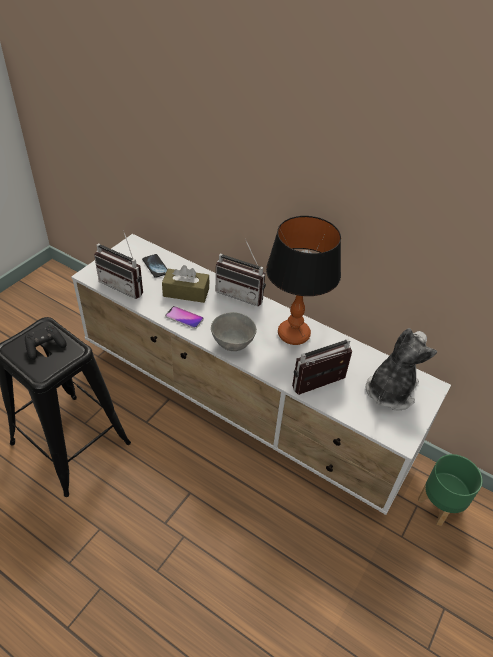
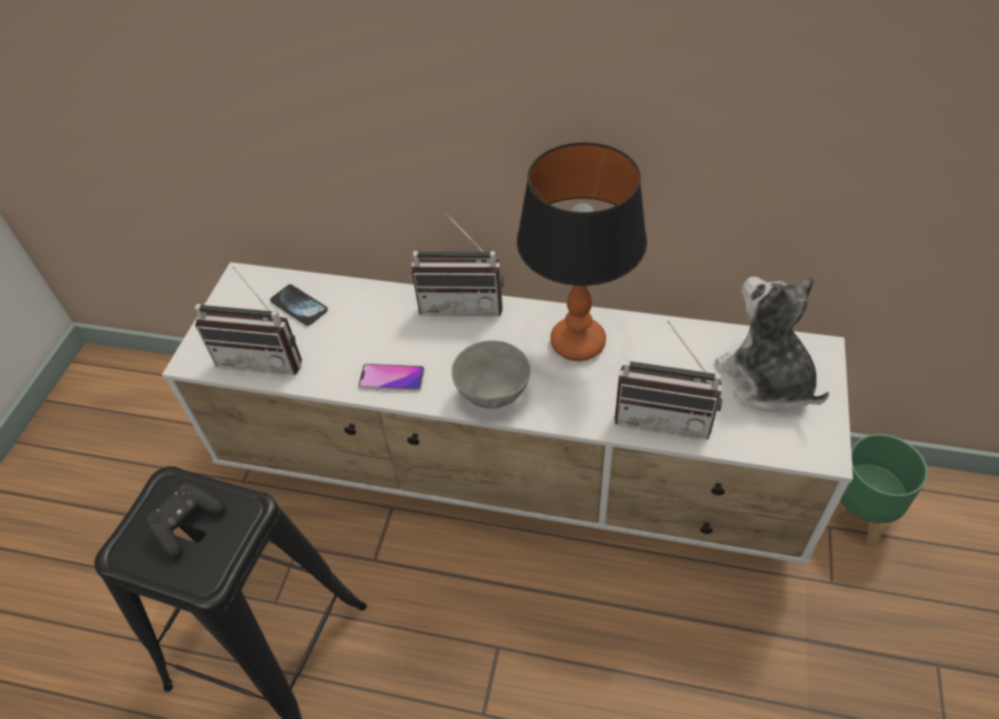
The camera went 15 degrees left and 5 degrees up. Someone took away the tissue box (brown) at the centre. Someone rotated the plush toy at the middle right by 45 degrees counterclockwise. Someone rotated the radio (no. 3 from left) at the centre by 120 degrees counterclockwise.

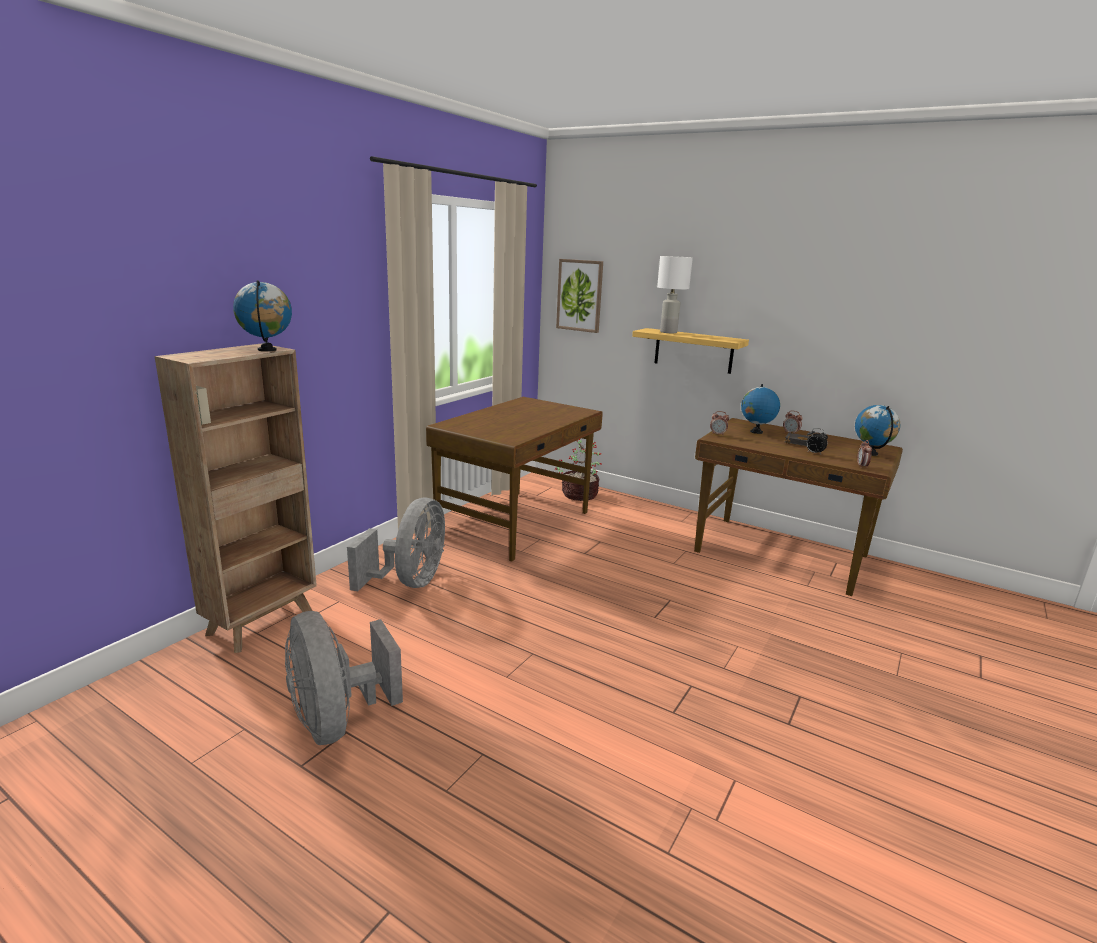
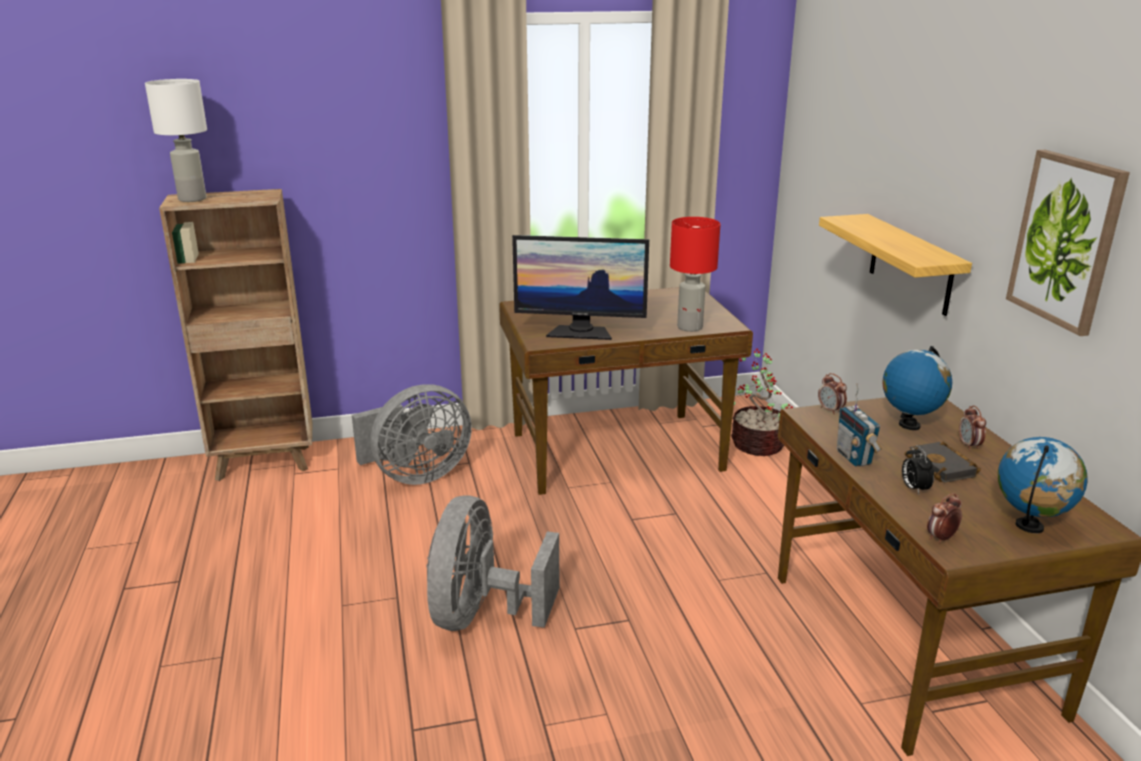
The camera went 45 degrees right and 5 degrees up. Someone carried the table lamp (white) from the top centre to the top left. Someone carried the picture from the top centre to the top right. Someone took away the globe (no. 1 from left) at the middle left. Someone carried the fan (grey) (no. 1 from left in the first image) from the bottom left to the bottom centre. Someone put down the table lamp (red) at the centre. Someone put down the monitor at the centre. Someone put down the radio at the middle right.

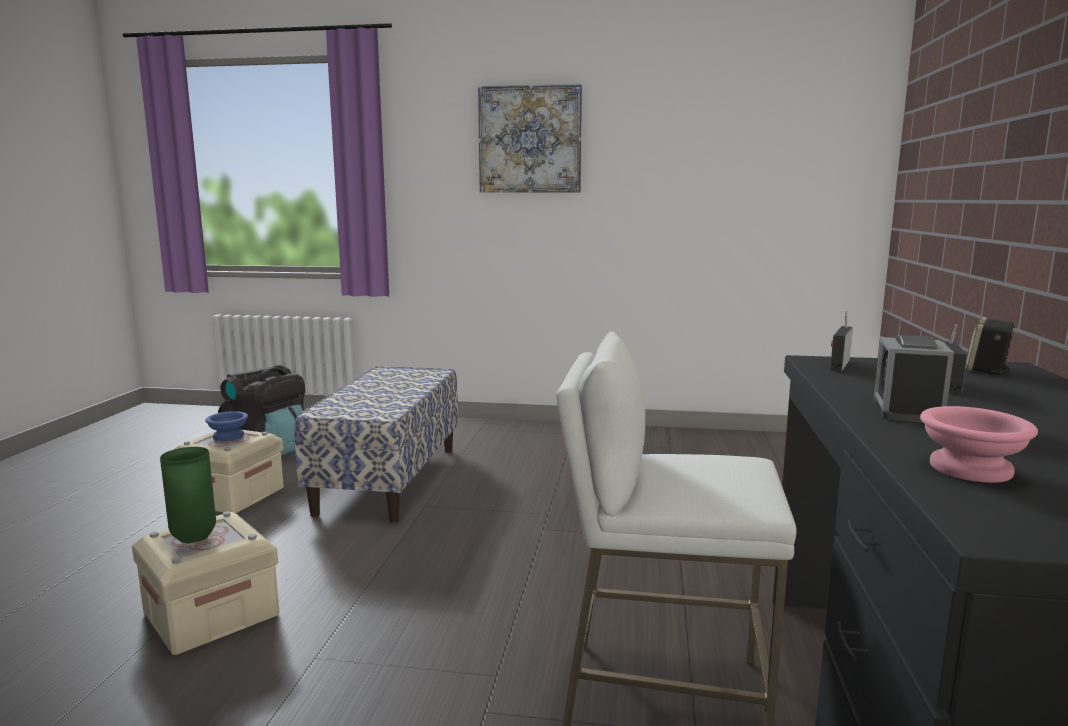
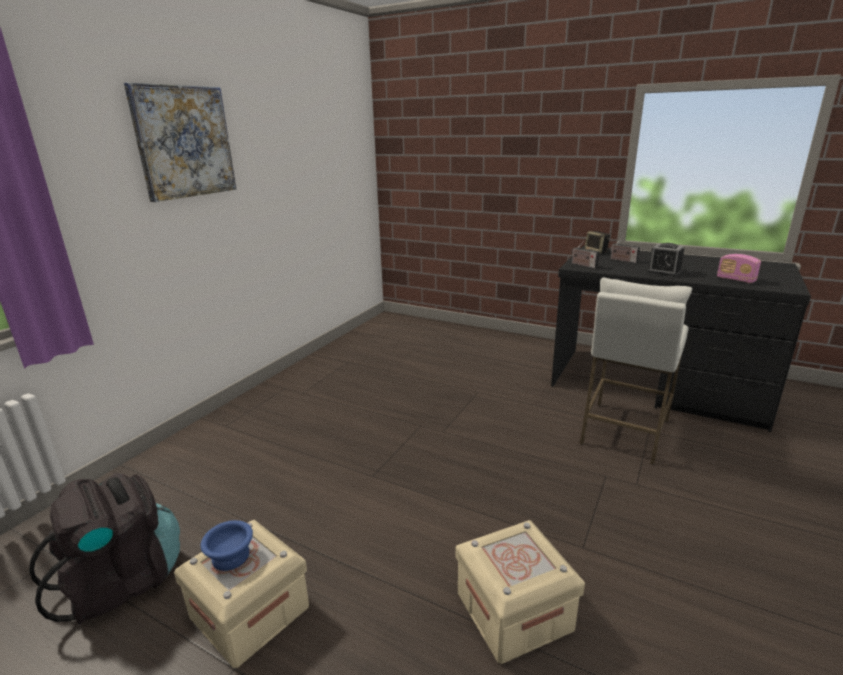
The camera went 70 degrees left and 10 degrees up. Someone took away the bench at the centre. Someone swapped the bowl (pink) at the middle right for the radio (no. 3 from left) at the middle right. Someone took away the vase (green) at the bottom left.

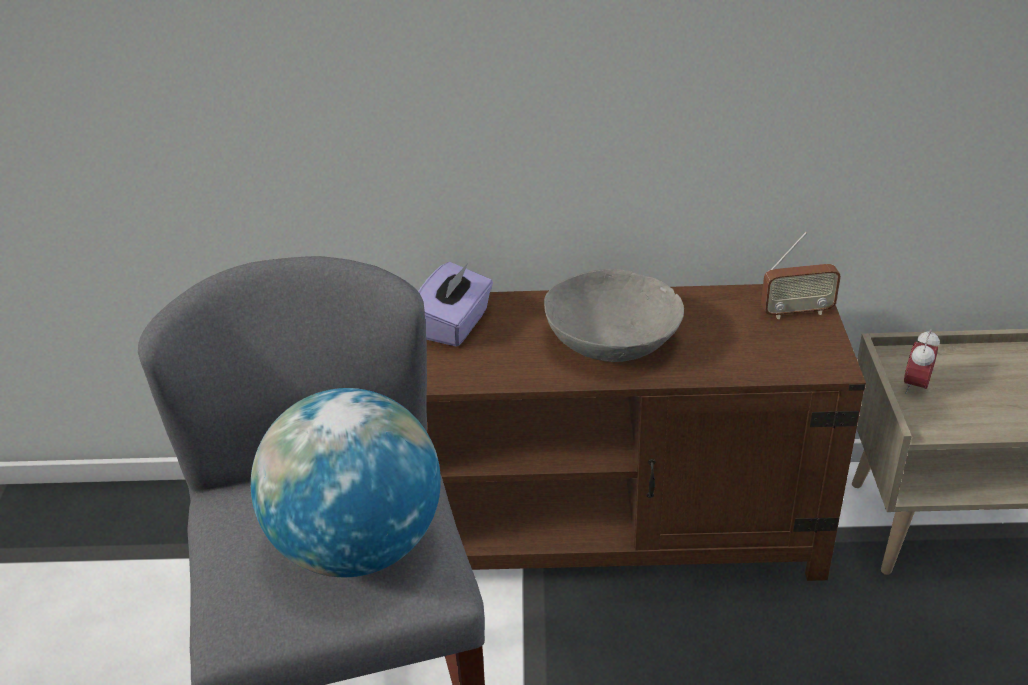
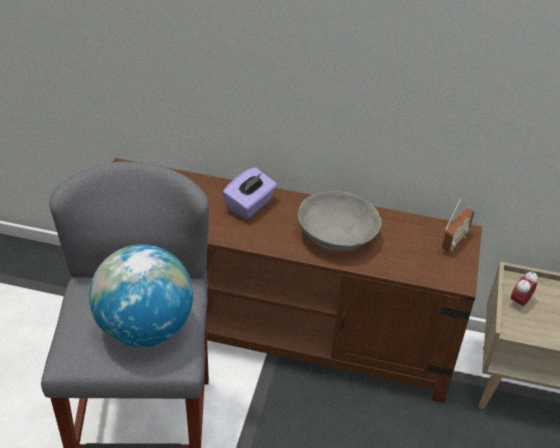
The camera went 10 degrees right and 5 degrees up. Someone rotated the radio at the middle right by 60 degrees counterclockwise.

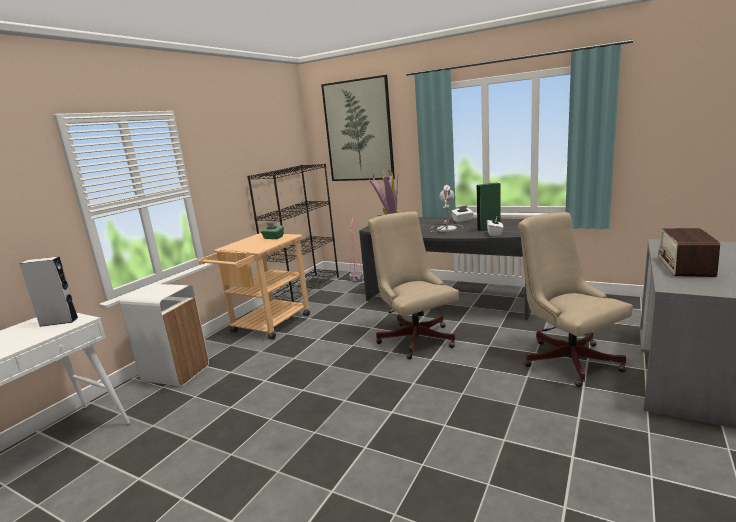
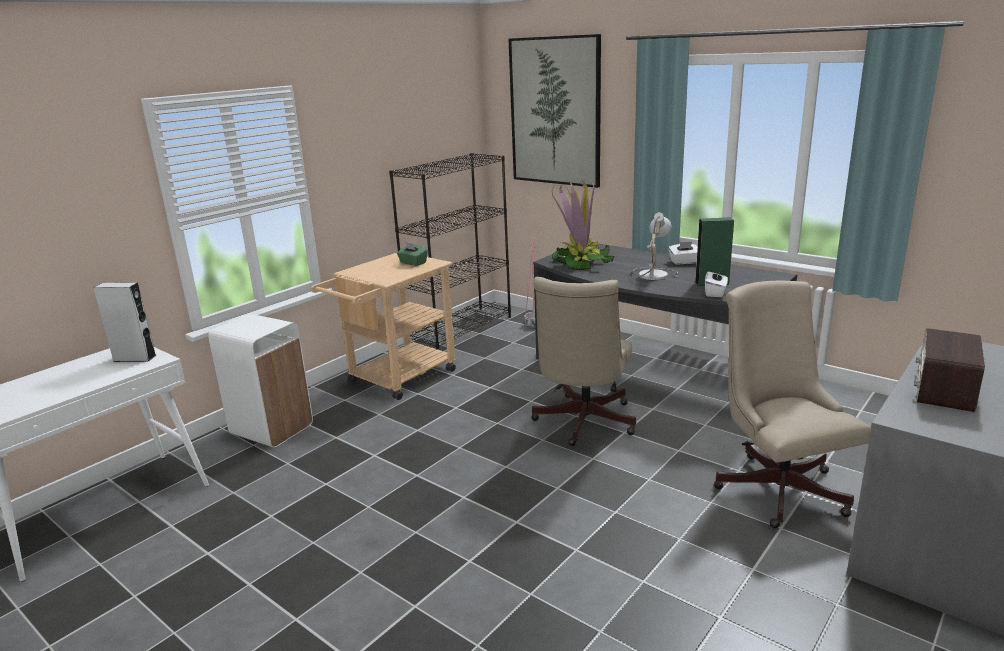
The camera went 10 degrees right and 5 degrees up. Someone rotated the office chair (beige) (no. 1 from left) at the centre by 150 degrees counterclockwise.

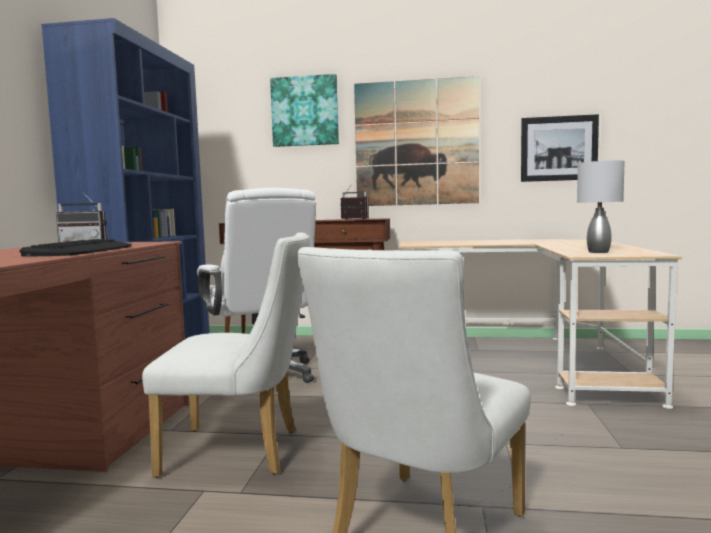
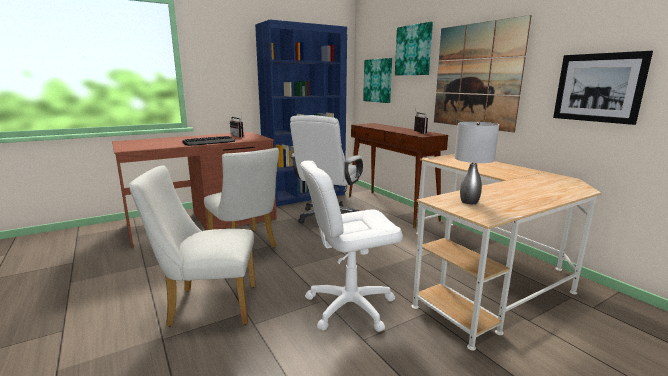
The camera went 50 degrees right and 10 degrees up. Someone put up the picture (no. 1 from left) at the top centre. Someone put down the office chair (white) (no. 2 from left) at the centre.

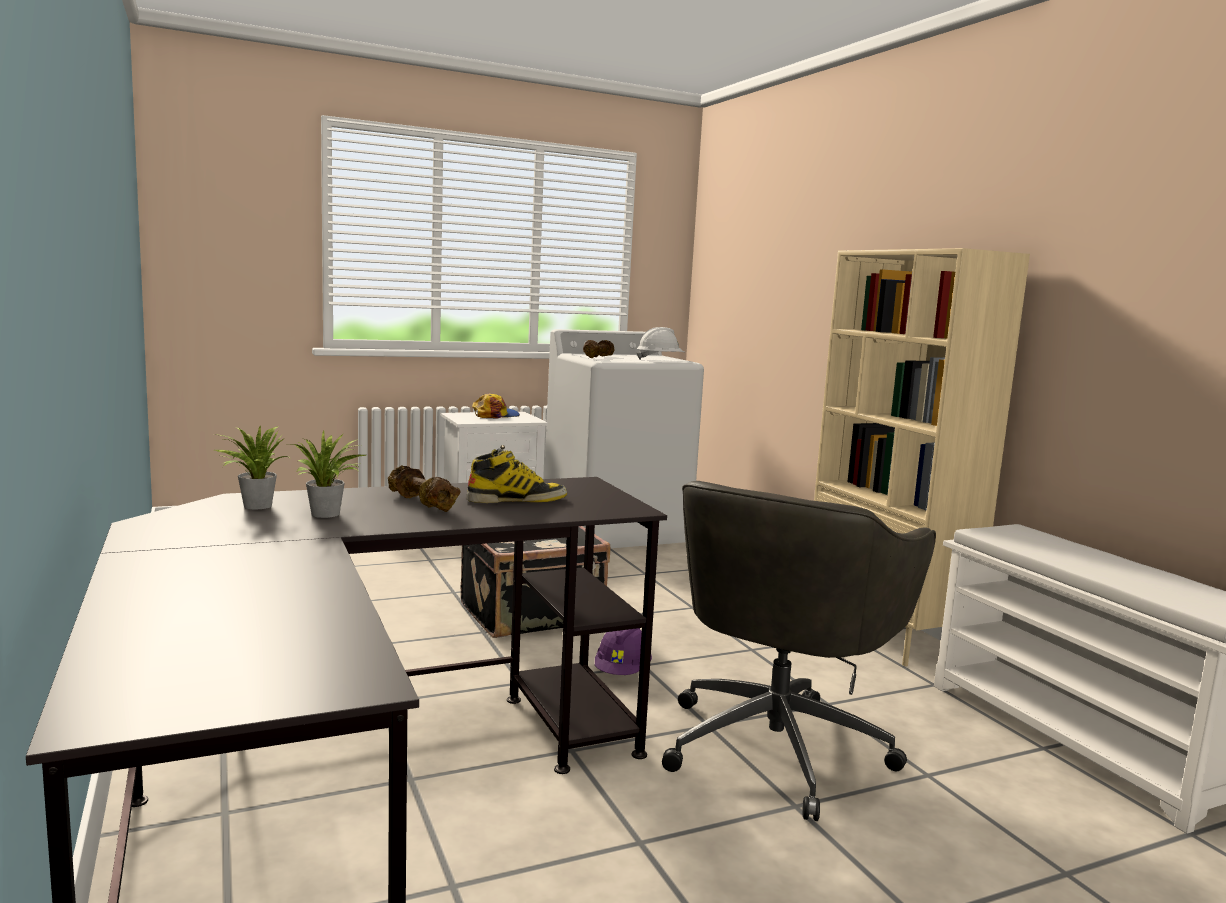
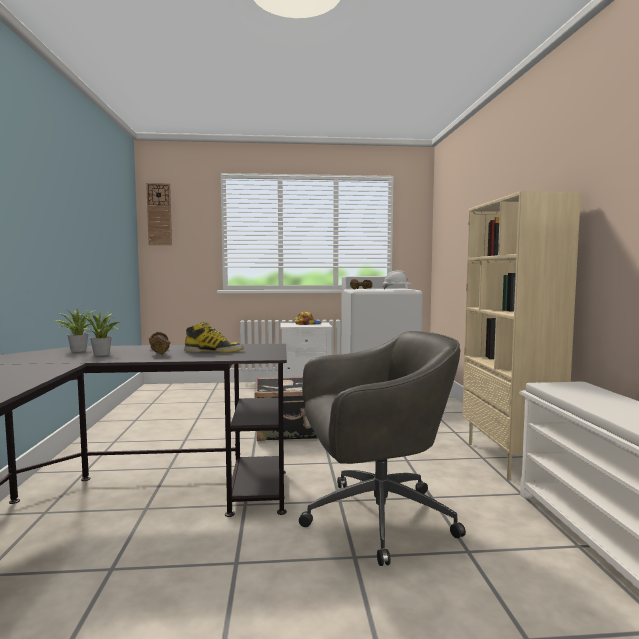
The camera went 20 degrees right and 5 degrees down. Someone rotated the office chair (grey) at the bottom centre by 150 degrees counterclockwise. Someone took away the hard hat (purple) at the bottom centre. Someone put up the wall clock at the middle left.

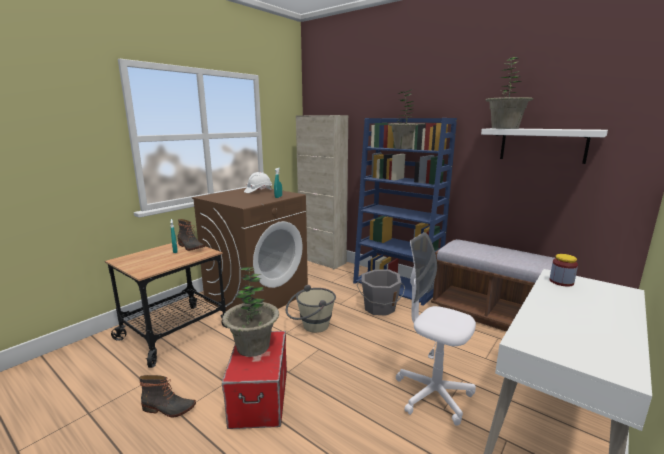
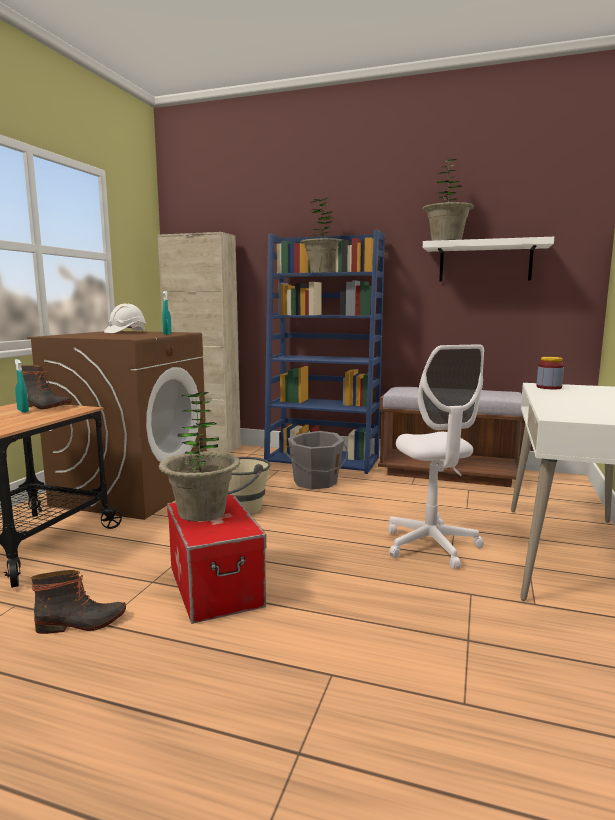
The camera went 20 degrees left and 5 degrees down. Someone rotated the office chair (white) at the bottom centre by 120 degrees counterclockwise.

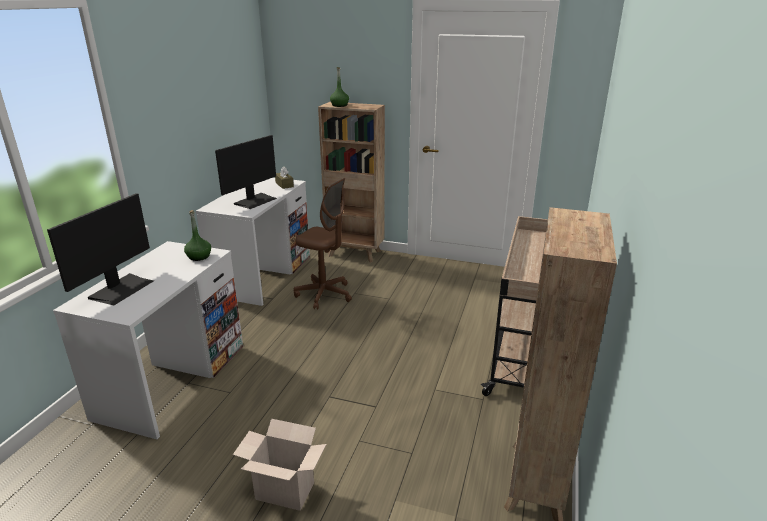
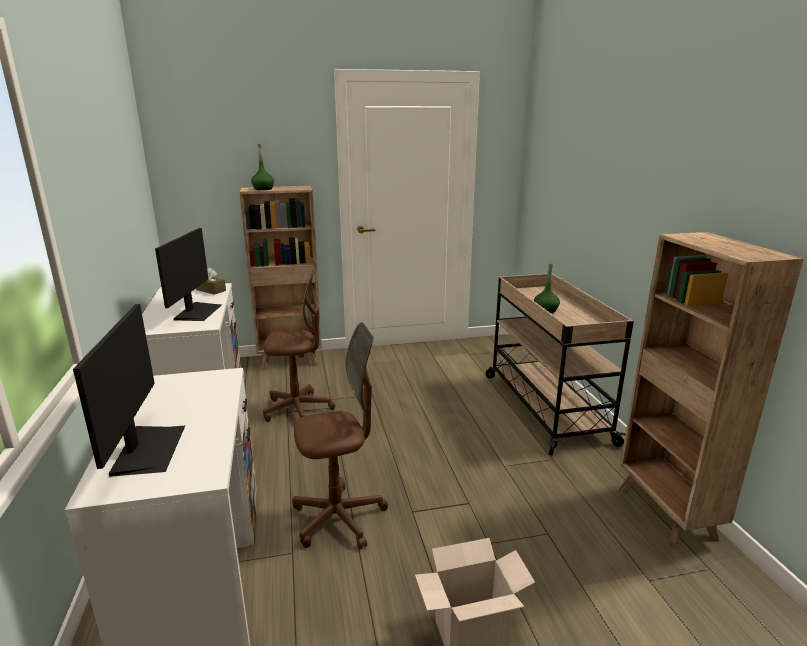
The camera went 30 degrees left and 5 degrees down. Someone carried the bottle (green) (no. 1 from left in the first image) from the middle left to the middle right. Someone put down the office chair (brown) (no. 2 from left) at the bottom centre.

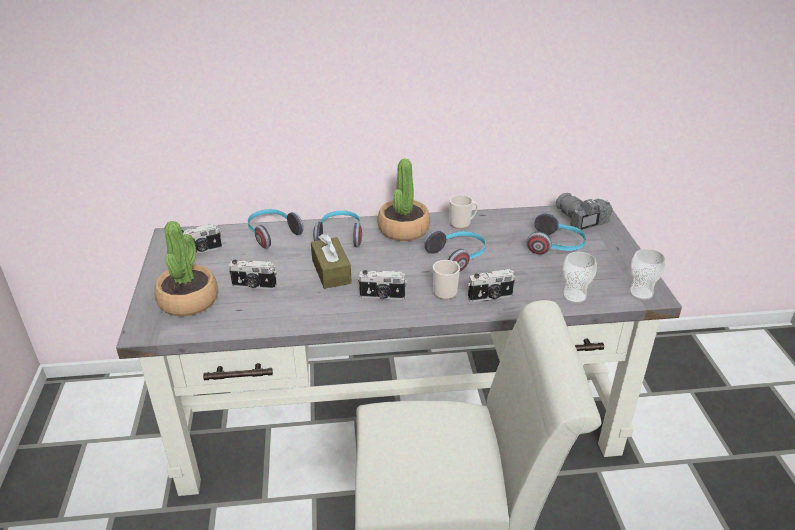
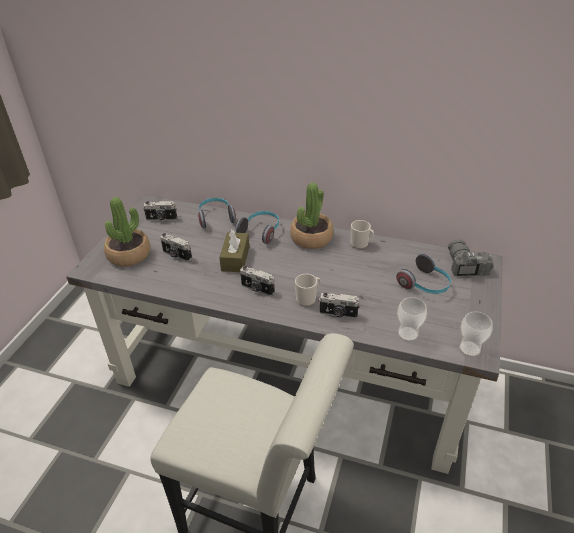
The camera went 25 degrees right and 5 degrees up. Someone took away the headphones (no. 3 from left) at the centre.

